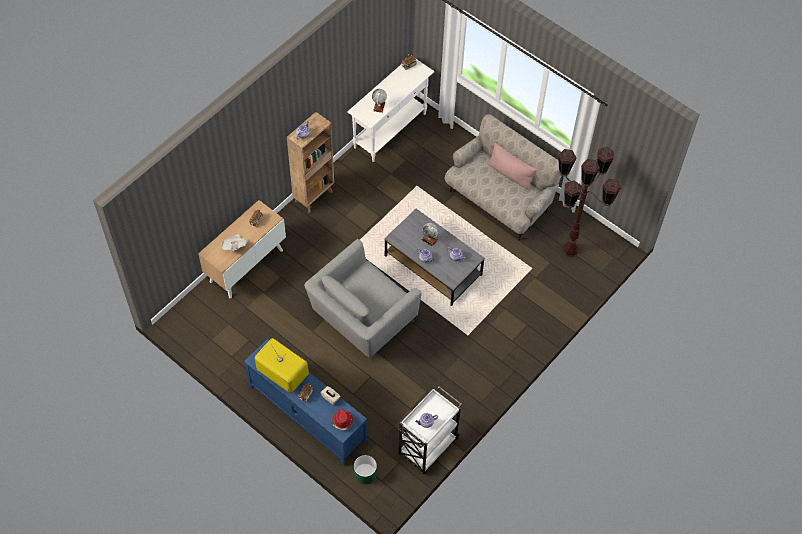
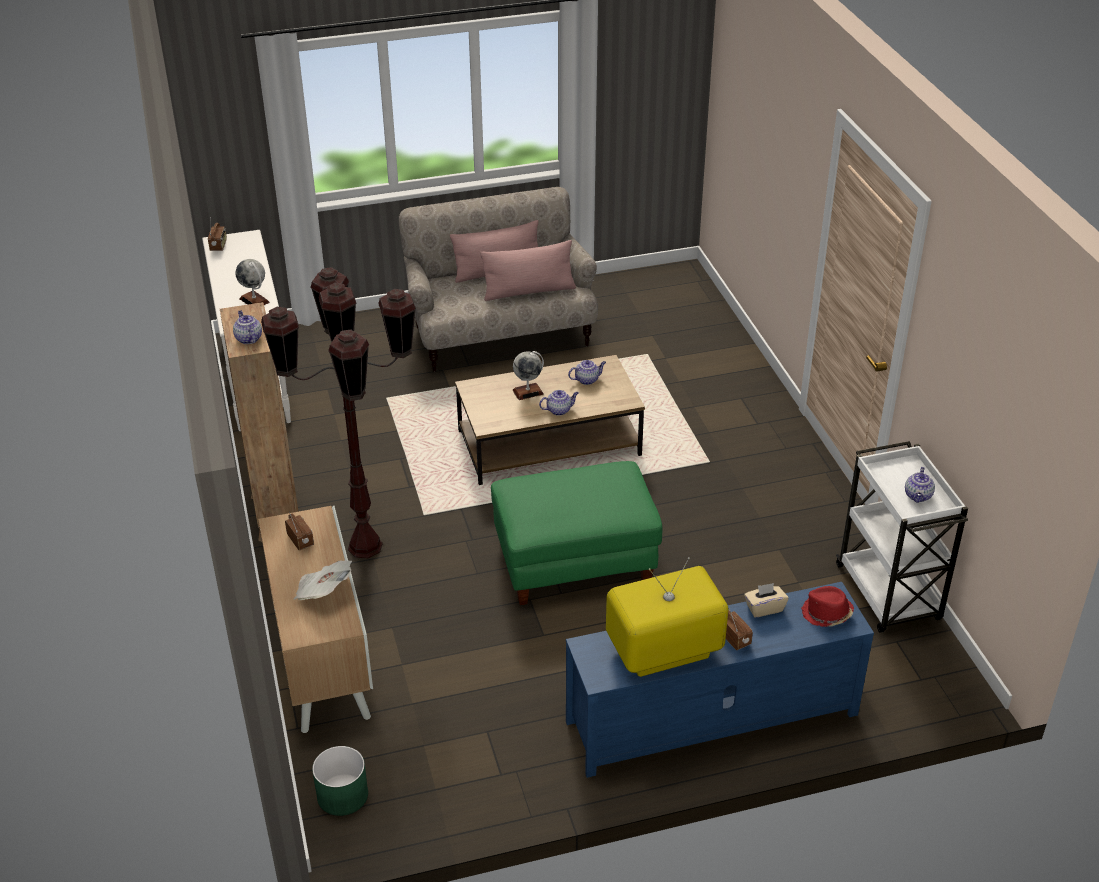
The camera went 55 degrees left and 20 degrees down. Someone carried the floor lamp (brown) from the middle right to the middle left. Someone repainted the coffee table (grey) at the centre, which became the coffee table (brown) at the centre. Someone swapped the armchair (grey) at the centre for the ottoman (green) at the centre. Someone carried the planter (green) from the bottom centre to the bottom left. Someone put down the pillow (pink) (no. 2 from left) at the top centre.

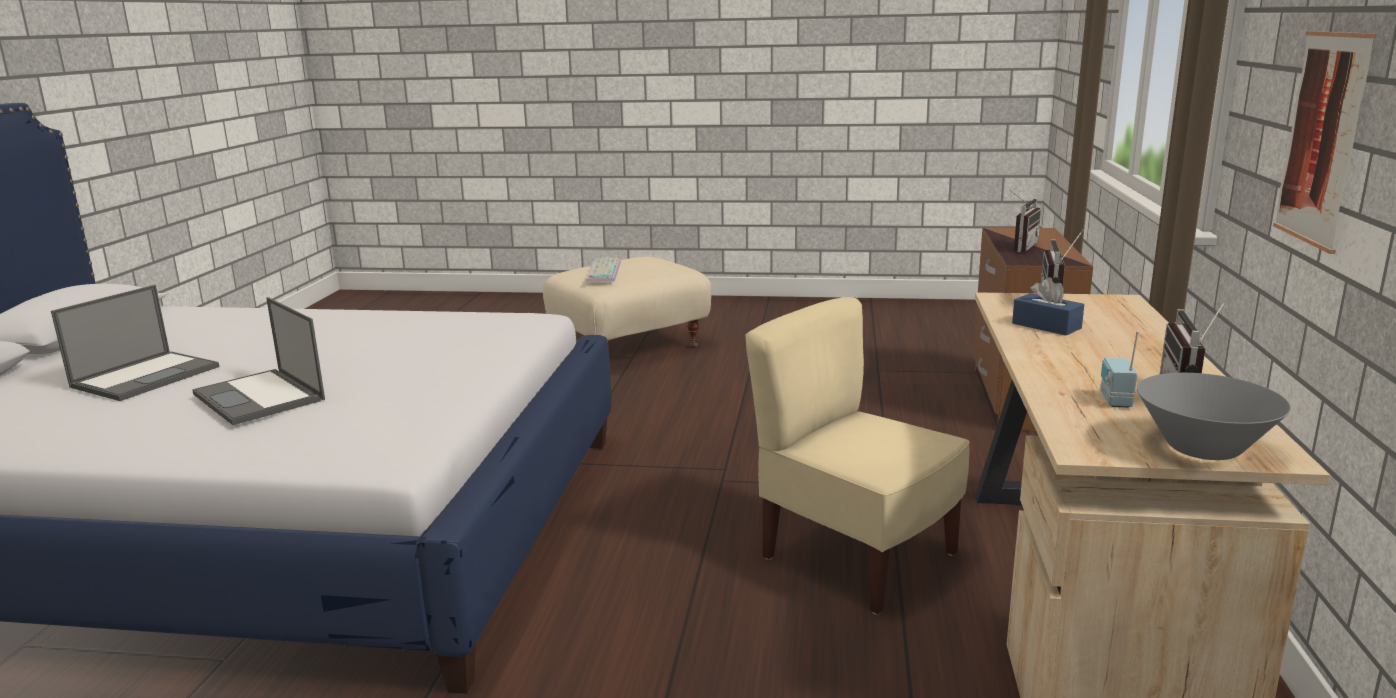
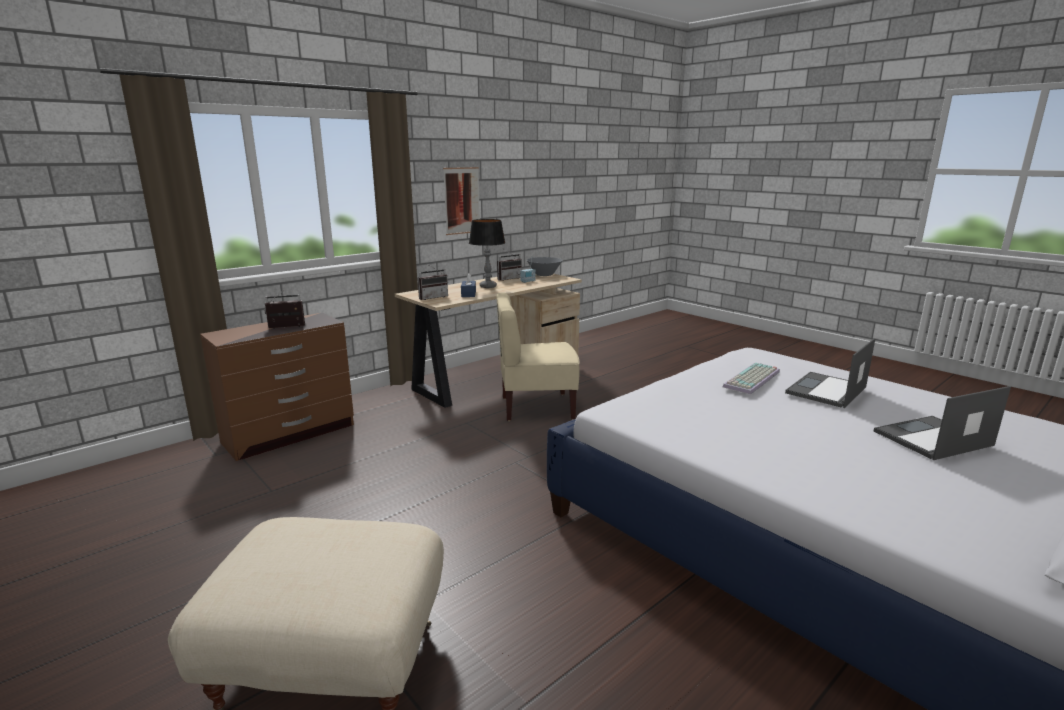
The camera went 140 degrees left and 0 degrees up. Someone carried the keyboard from the centre to the middle right. Someone rotated the laptop (no. 2 from left in the first image) at the middle left by 135 degrees counterclockwise. Someone rotated the chair (beige) at the centre by 90 degrees clockwise. Someone put down the table lamp at the centre.

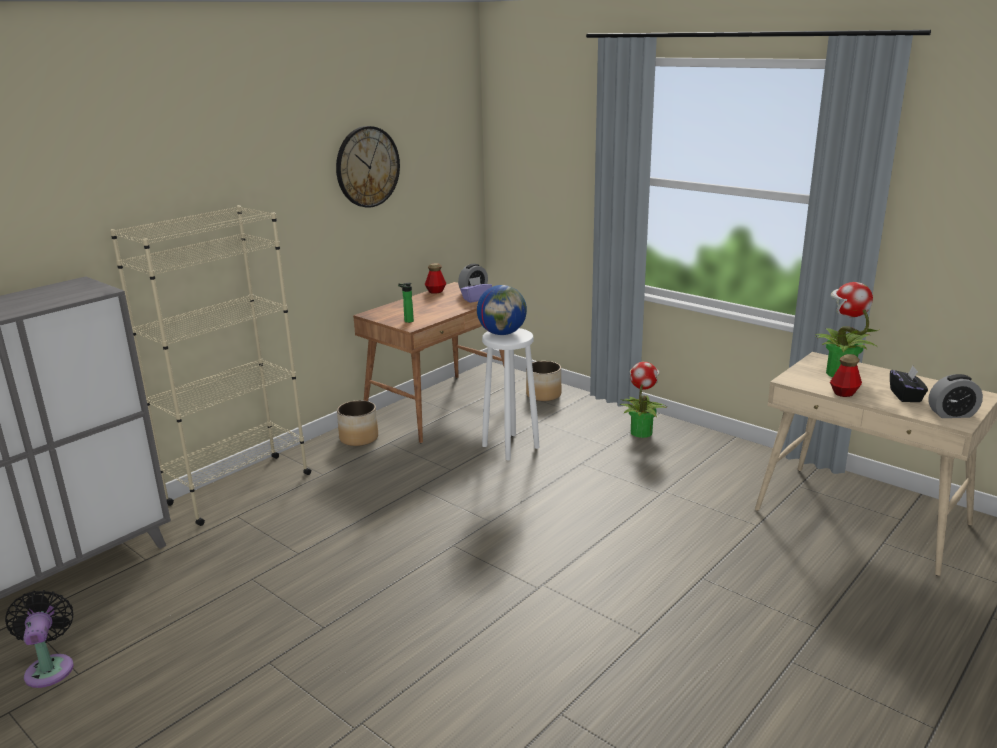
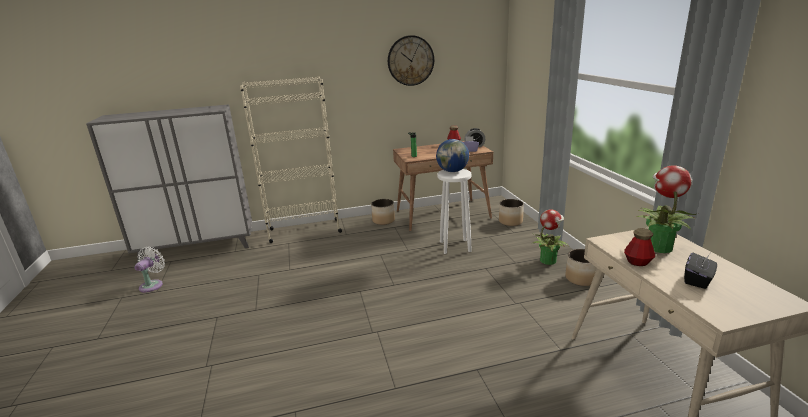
The camera went 35 degrees right and 0 degrees up. Someone took away the alarm clock (no. 2 from left) at the middle right. Someone repainted the fan (black) at the bottom left, which became the fan (white) at the middle left. Someone put down the planter (no. 3 from left) at the middle right.

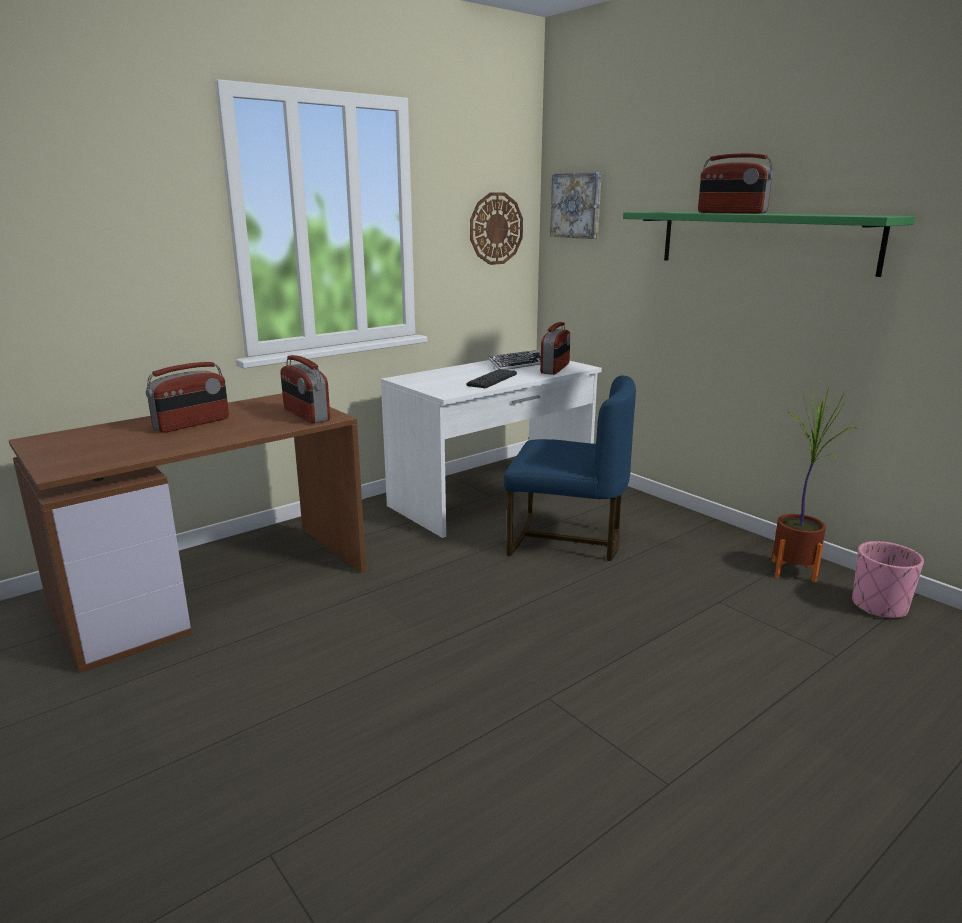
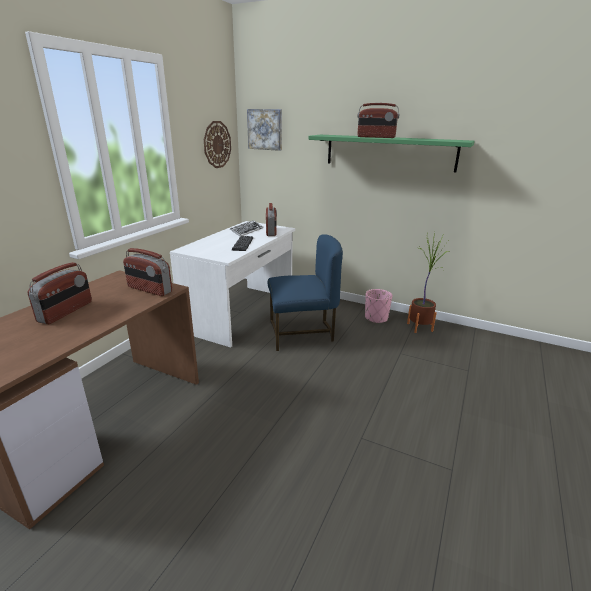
The camera went 25 degrees left and 5 degrees up. Someone carried the planter (pink) from the middle right to the centre.

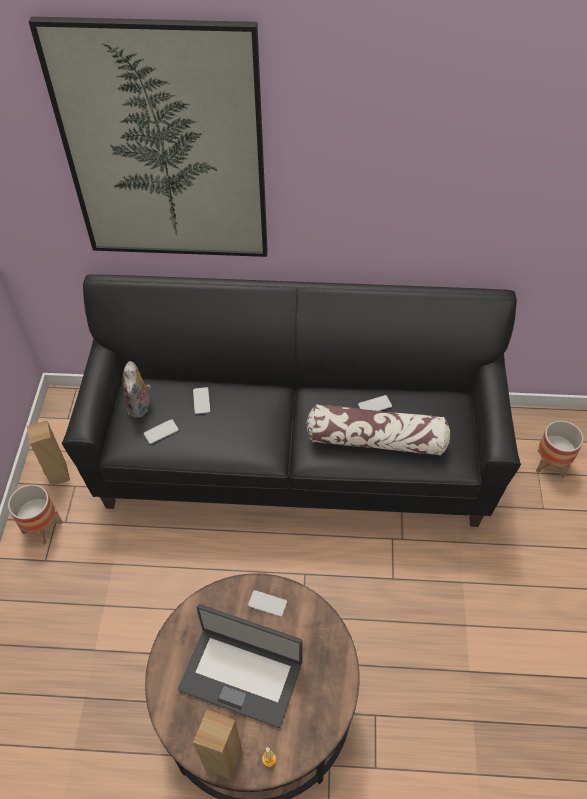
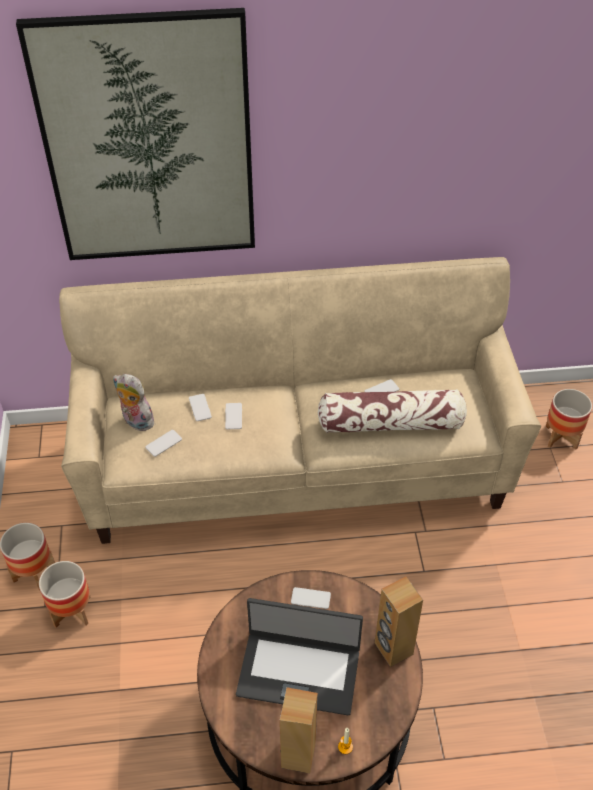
The camera went 10 degrees left and 5 degrees down. Someone repainted the sofa (black) at the centre, which became the sofa (beige) at the centre. Someone rotated the plush toy at the middle left by 135 degrees clockwise. Someone carried the speaker (brown) (no. 1 from left in the first image) from the middle left to the bottom right. Someone put down the phone (no. 3 from left) at the centre. Someone put down the planter (no. 2 from left) at the bottom left.

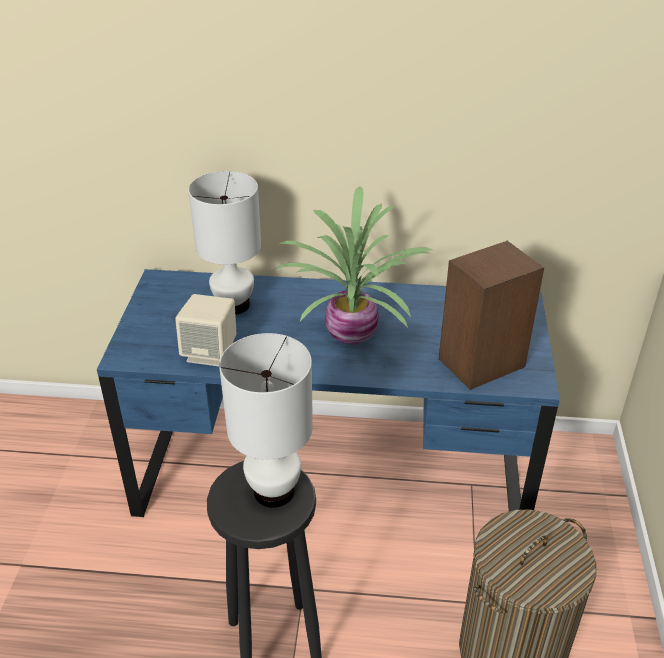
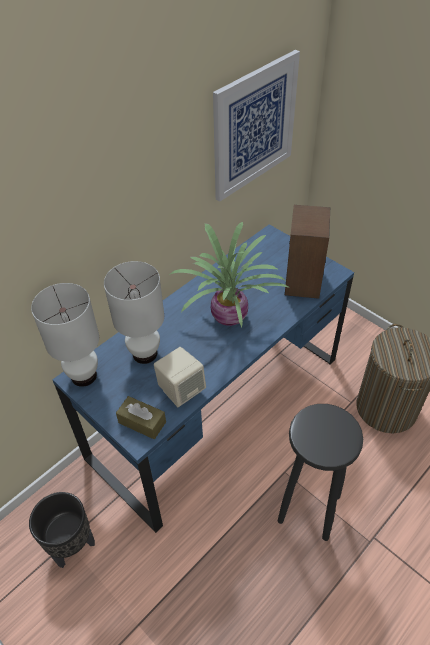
The camera went 50 degrees left and 10 degrees up. Someone carried the table lamp (white) (no. 2 from left in the first image) from the centre to the middle left. Someone put up the picture at the top centre. Someone put down the tissue box (brown) at the middle left. Someone put down the planter (black) at the bottom left.

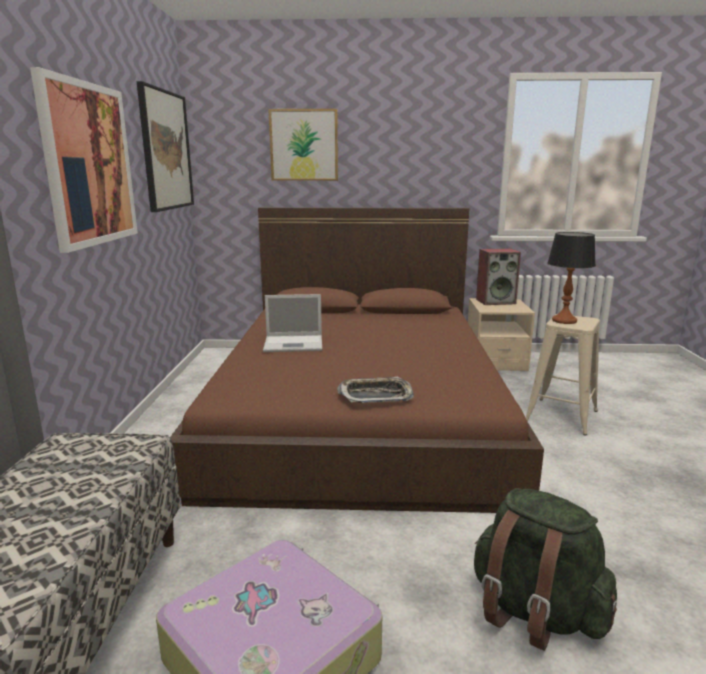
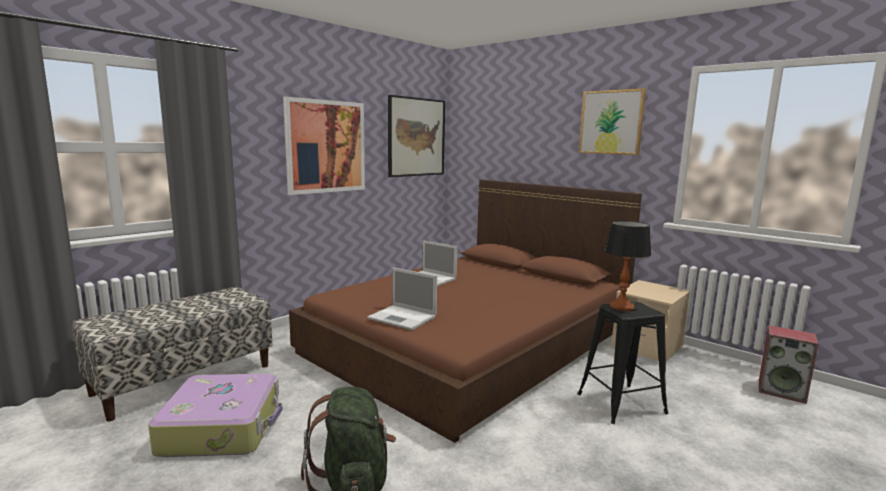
The camera went 40 degrees right and 5 degrees down. Someone carried the picture (no. 3 from left) from the top centre to the top right. Someone carried the speaker from the middle right to the bottom right. Someone repainted the stool (beige) at the middle right, which became the stool (black) at the bottom right. Someone swapped the tray at the centre for the laptop (no. 1 from left) at the centre.

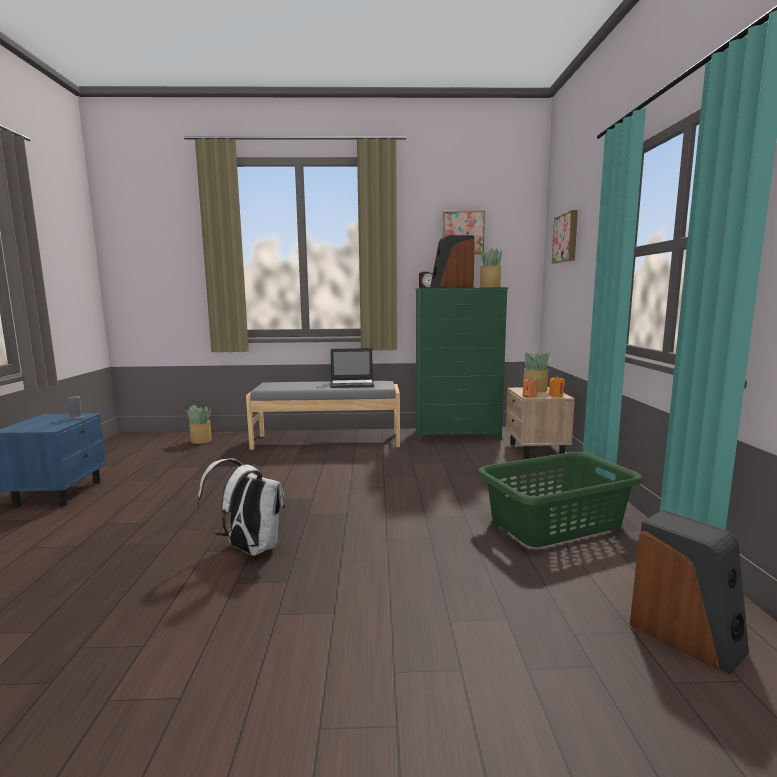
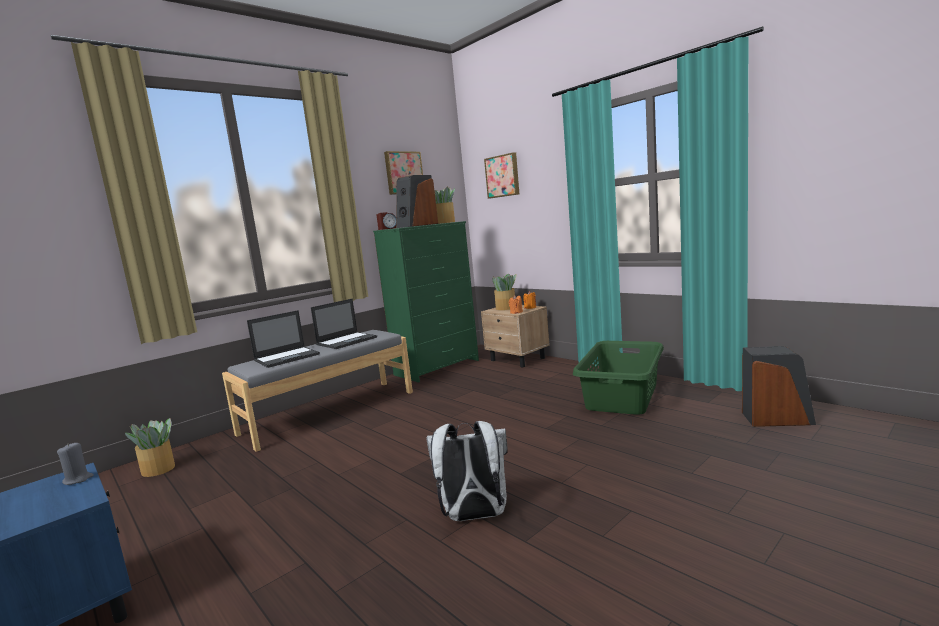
The camera went 40 degrees left and 0 degrees up. Someone put down the laptop (no. 1 from left) at the middle left.

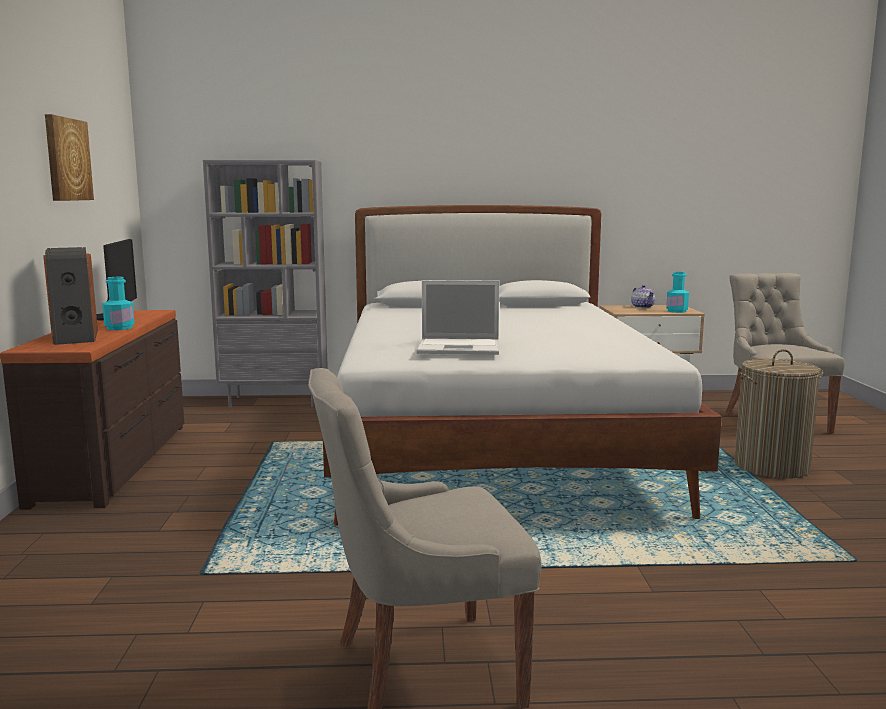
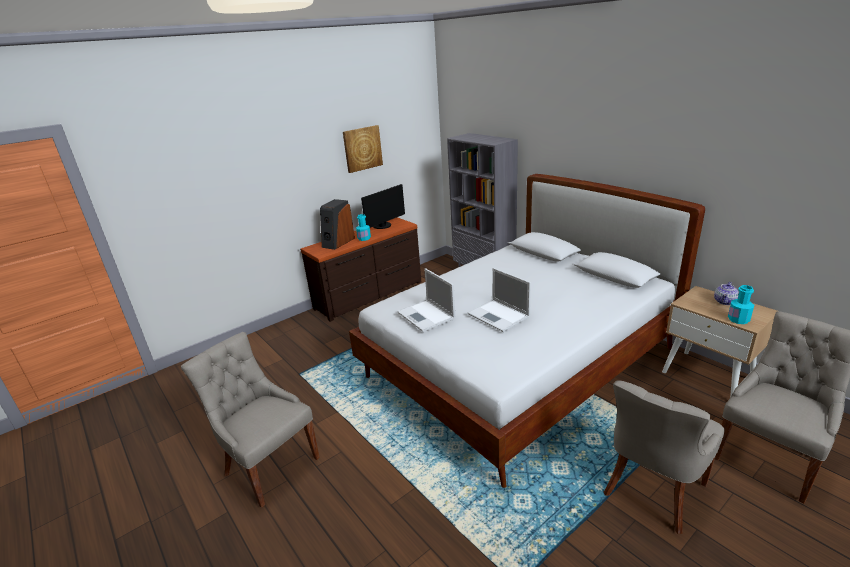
The camera went 55 degrees right and 15 degrees up. Someone swapped the laundry basket at the middle right for the chair (grey) (no. 2 from left) at the bottom right. Someone put down the laptop (no. 2 from left) at the centre.

